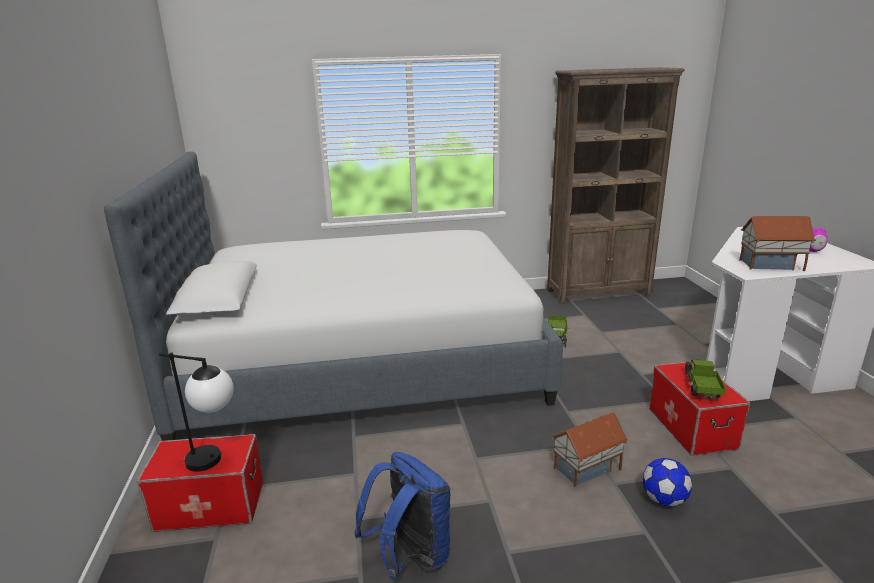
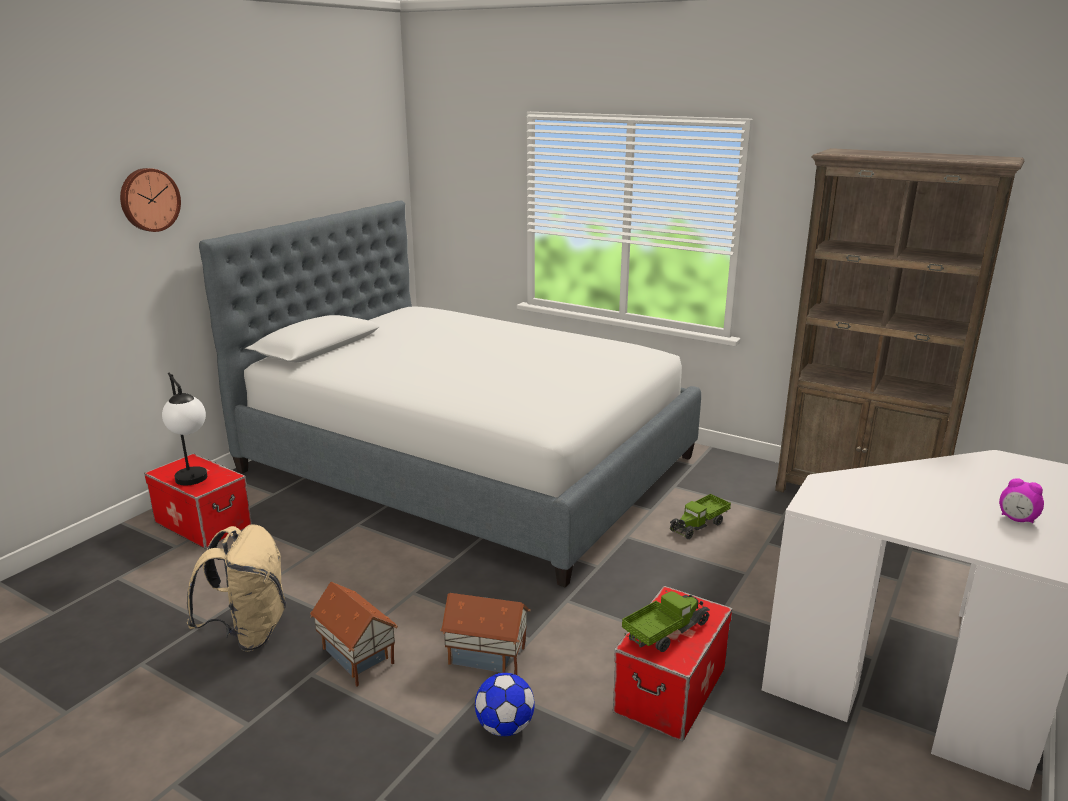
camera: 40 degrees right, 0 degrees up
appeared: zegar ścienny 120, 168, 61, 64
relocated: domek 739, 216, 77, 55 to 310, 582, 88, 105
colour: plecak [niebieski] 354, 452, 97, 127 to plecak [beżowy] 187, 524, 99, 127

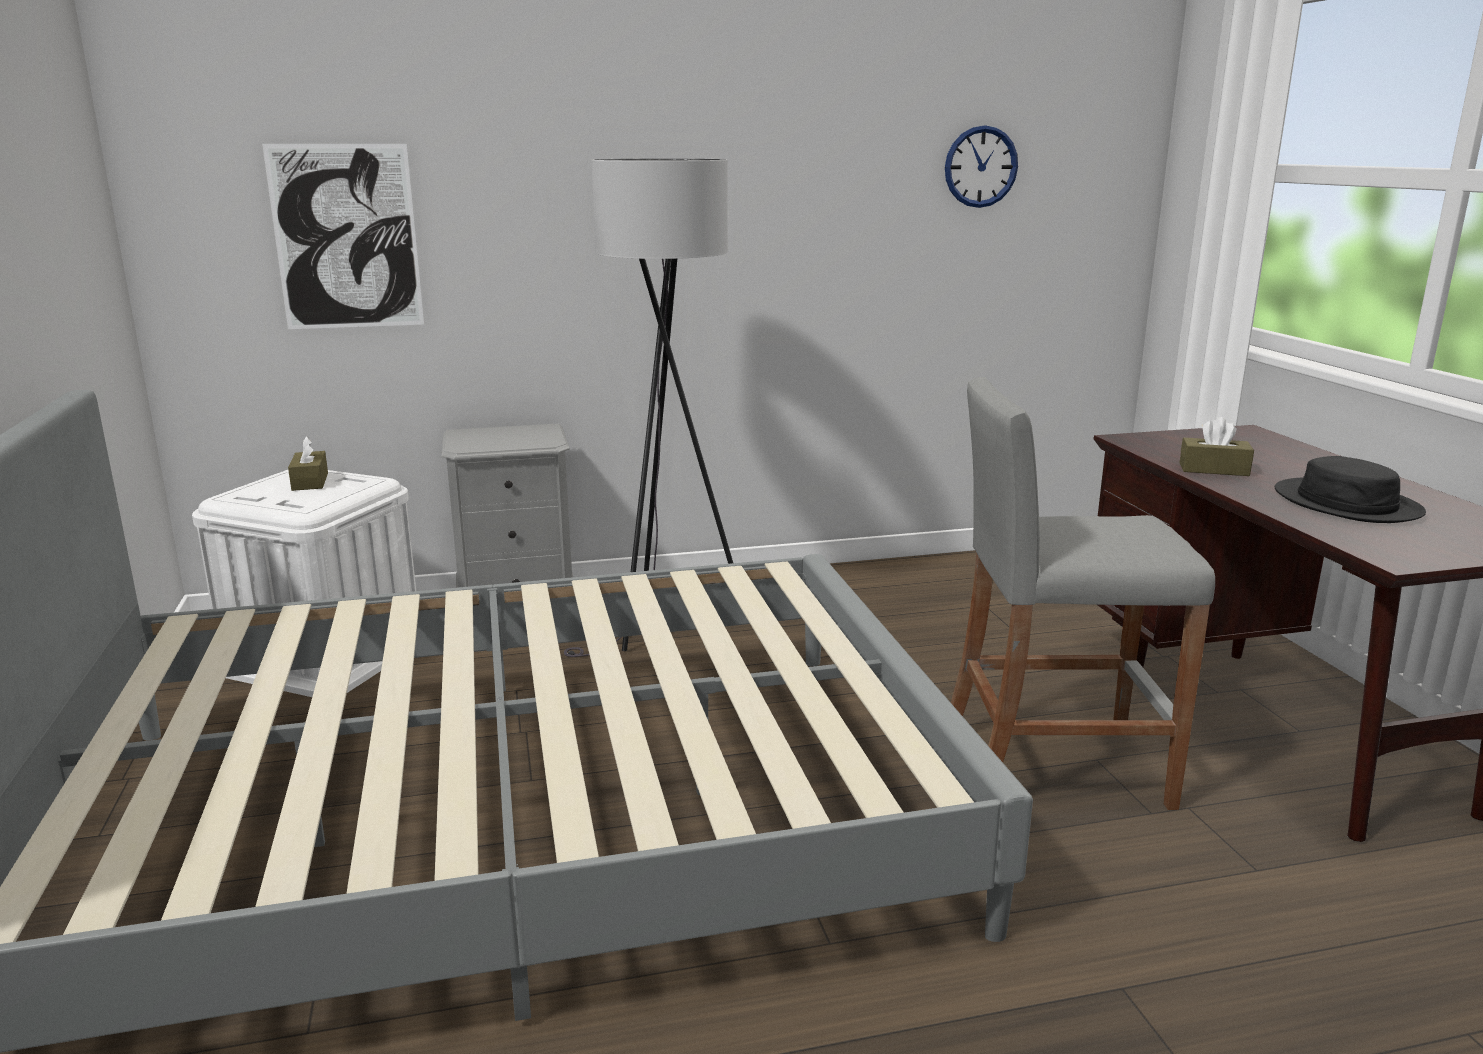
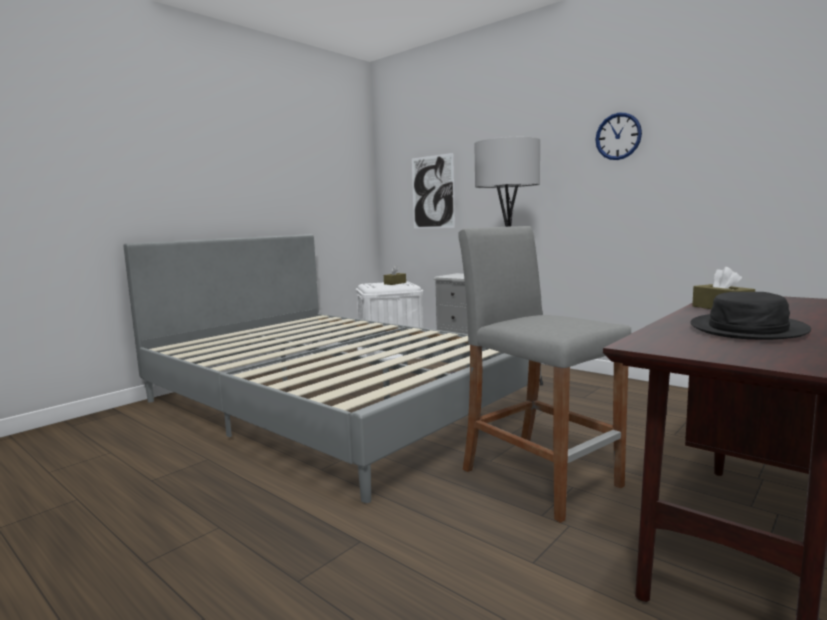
camera: 55 degrees right, 10 degrees down
relocated: zegar ścienny 945, 125, 73, 83 to 595, 113, 47, 47

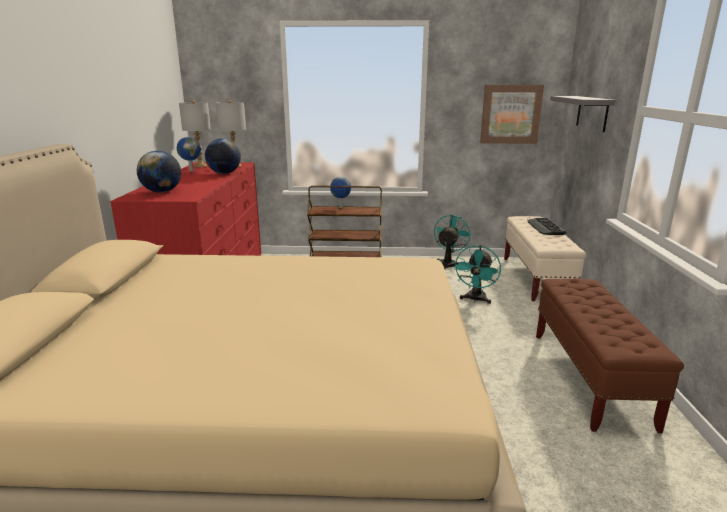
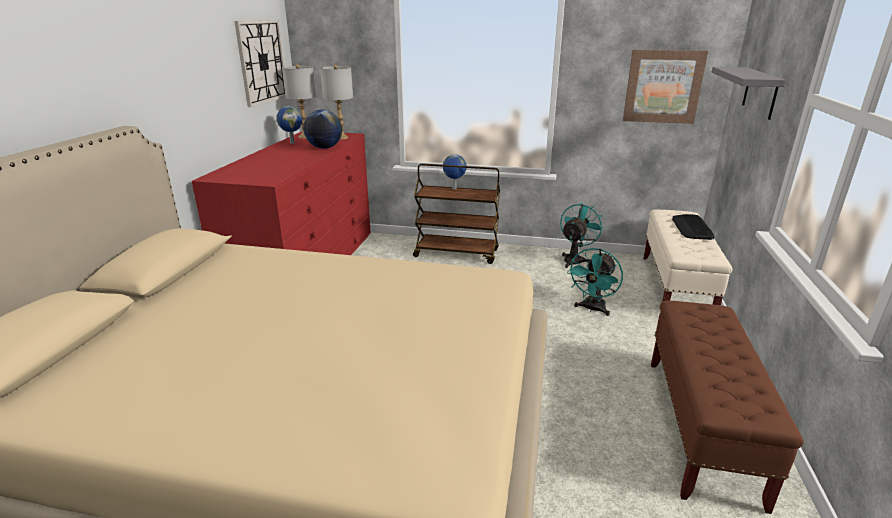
camera: 10 degrees right, 5 degrees up
missing: globus 137, 151, 44, 42
appeared: zegar ścienny 234, 20, 51, 87

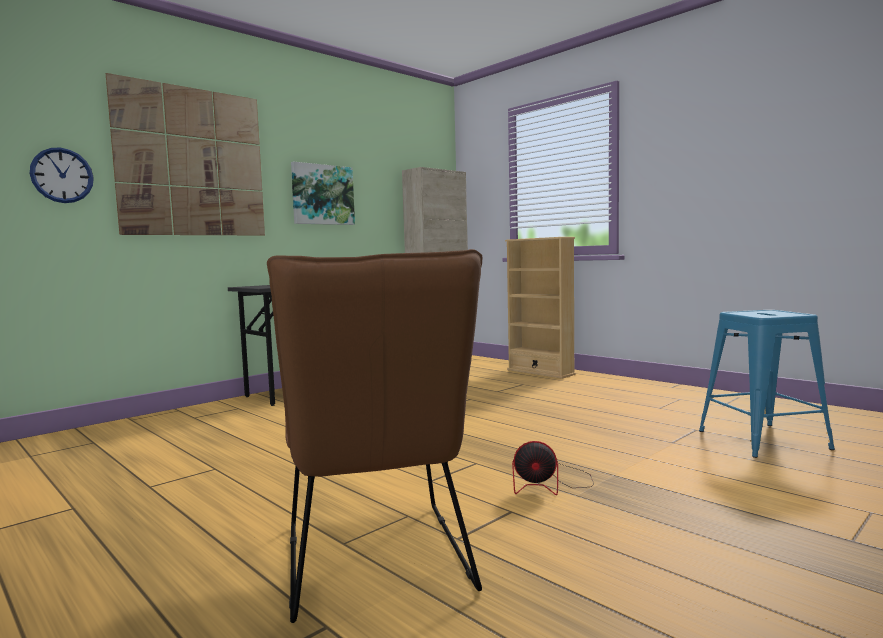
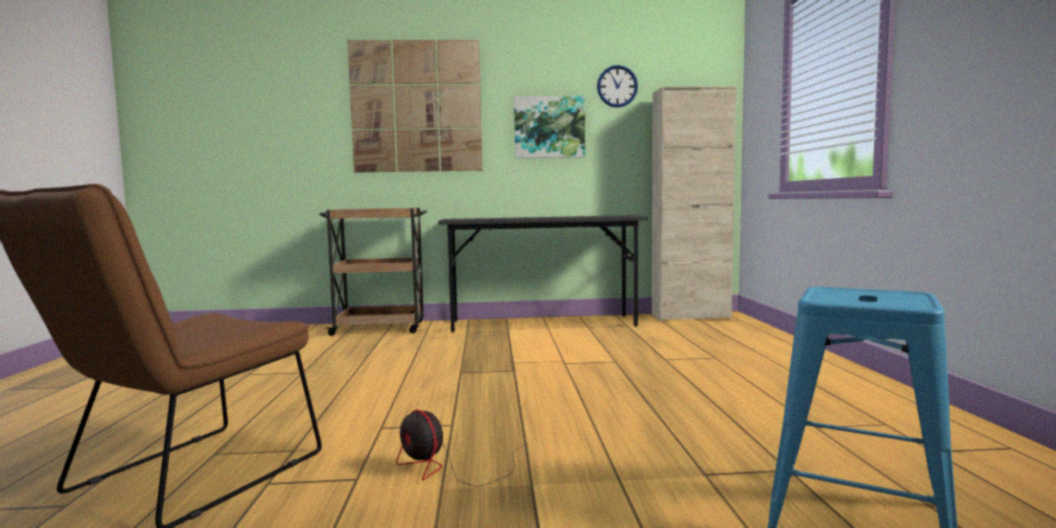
camera: 40 degrees right, 0 degrees up
missing: regał [beżowy] 505, 237, 71, 142
appeared: wózek [brązowy] 319, 208, 109, 128
relocated: zegar ścienny 30, 147, 64, 56 to 597, 65, 41, 43

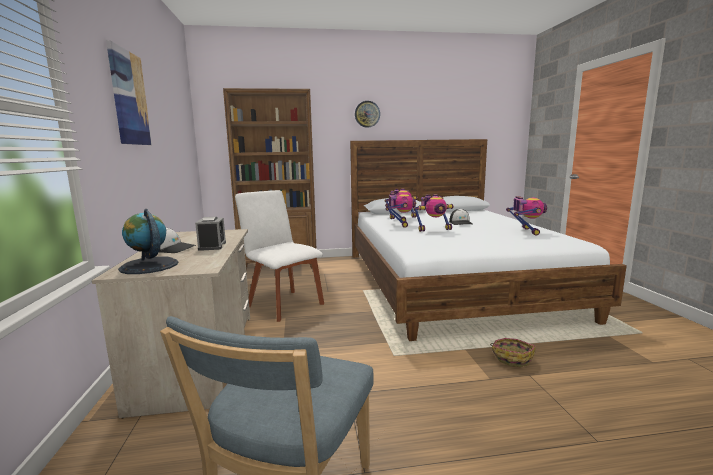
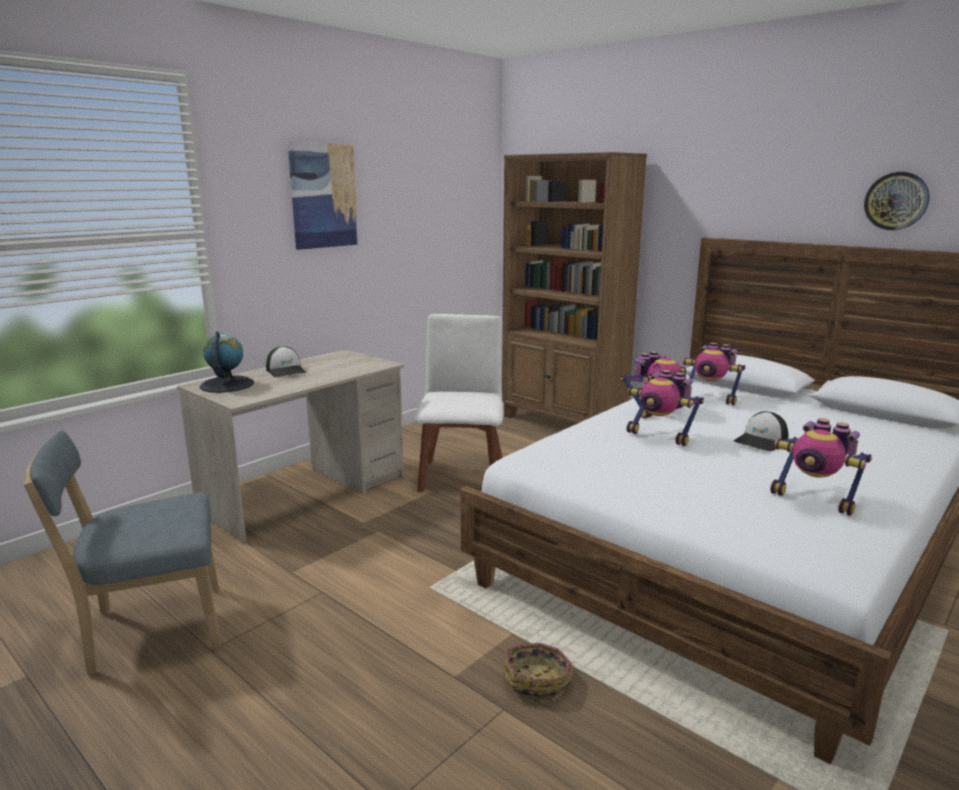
camera: 50 degrees right, 5 degrees up
missing: budzik 195, 217, 31, 34
relocated: zegar ścienny 355, 101, 25, 27 to 864, 172, 66, 58
spun: robot zabawkowy 506, 196, 41, 40 = 770, 418, 102, 98 75 degrees clockwise

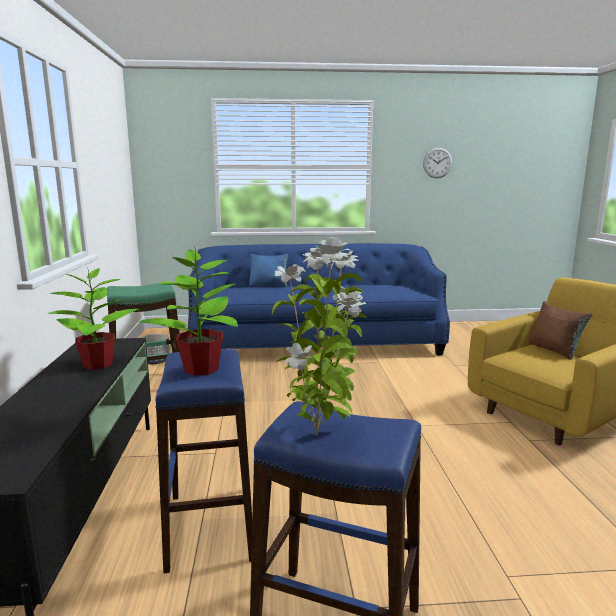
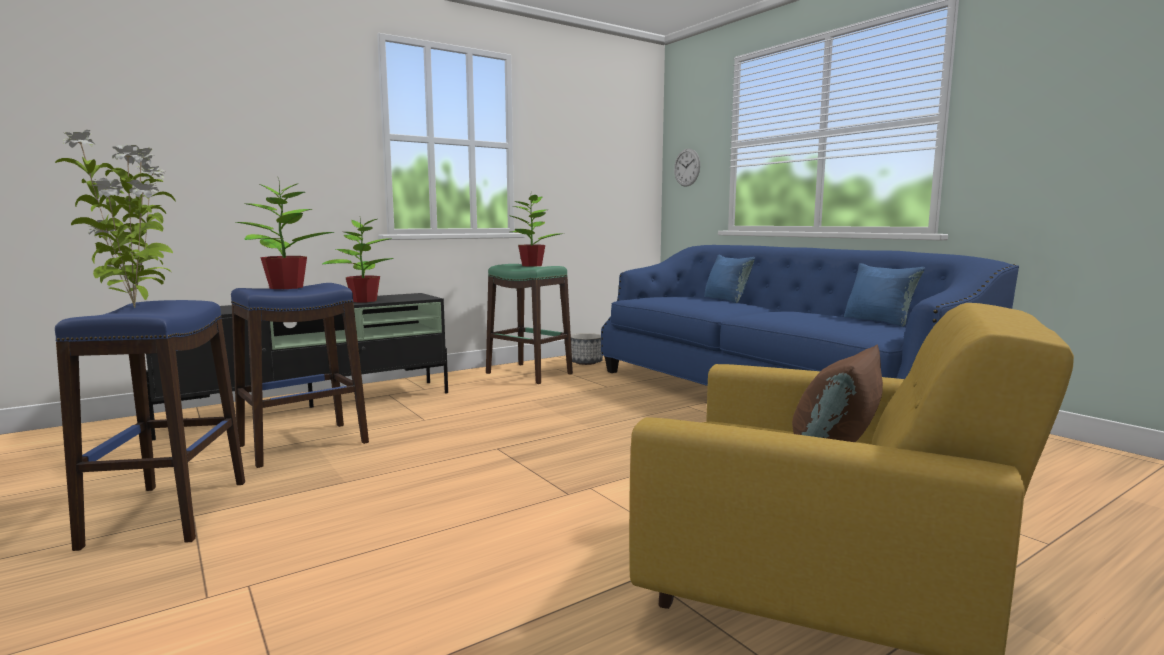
camera: 60 degrees right, 5 degrees down
appeared: roślina doniczkowa 511, 195, 52, 72; poduszka [niebieski] 844, 263, 81, 64
relocated: zegar ścienny 423, 147, 29, 31 to 674, 149, 26, 38

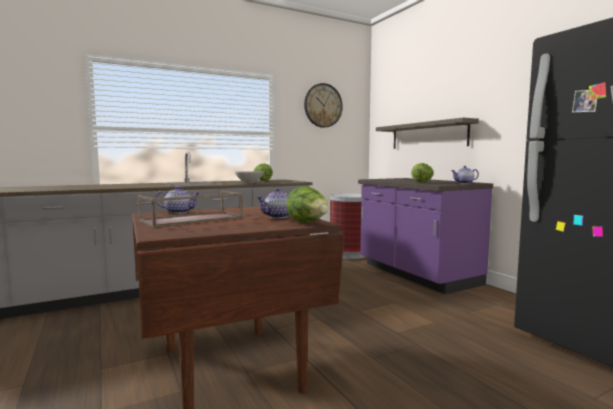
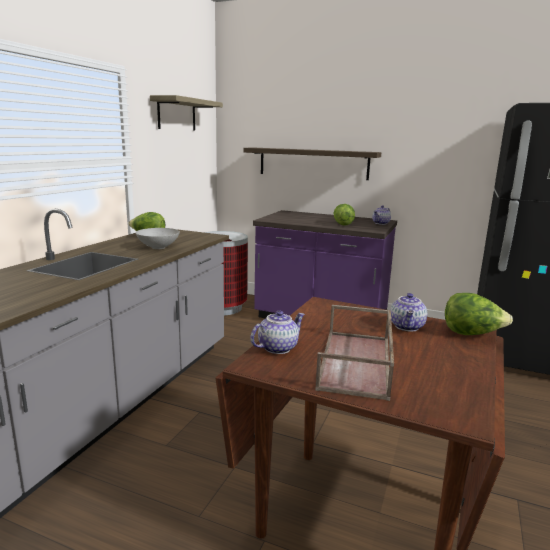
camera: 40 degrees left, 10 degrees up
exchanged: zegar ścienny 304, 83, 39, 45 to półka 150, 95, 73, 36

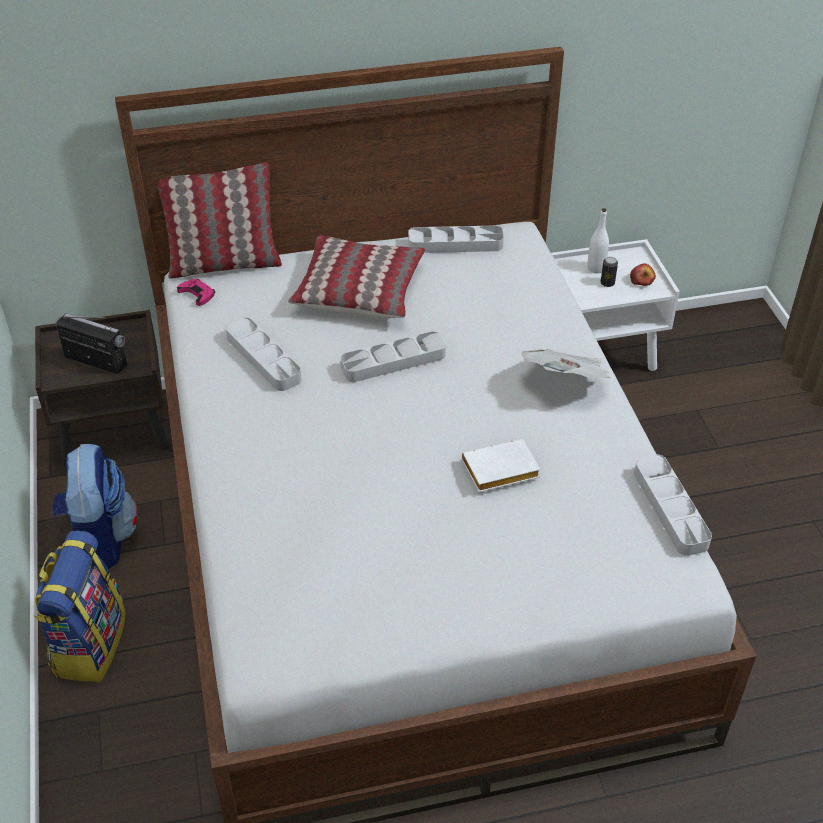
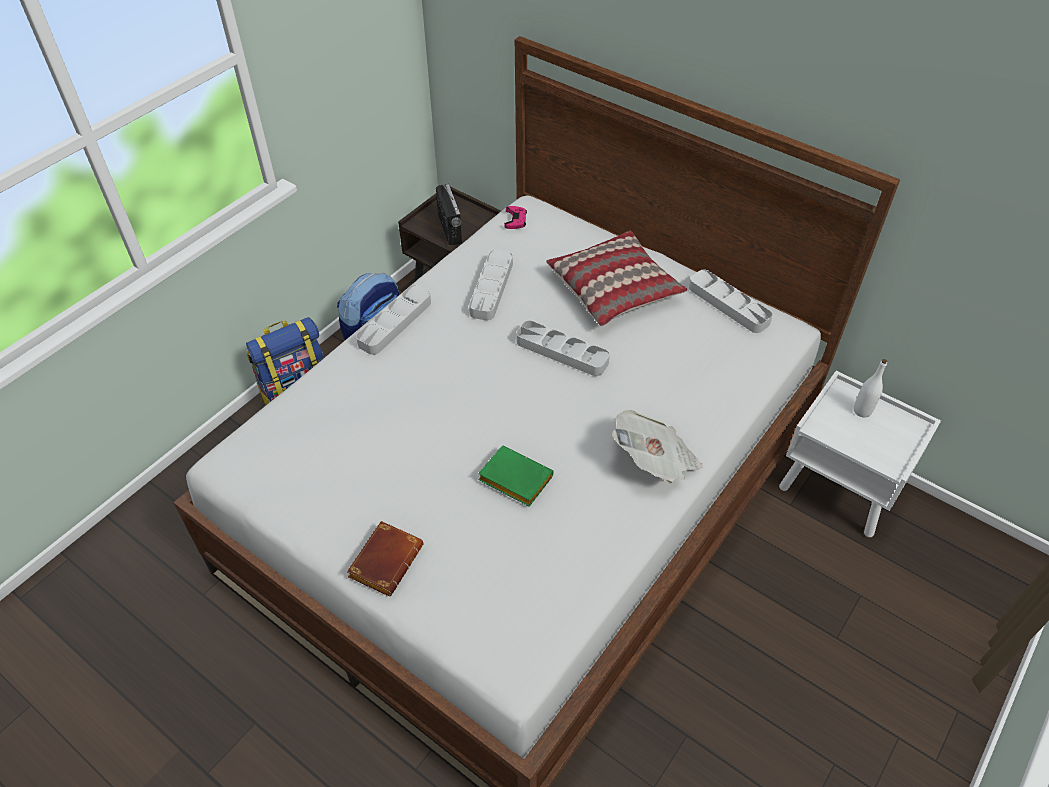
camera: 50 degrees right, 5 degrees up
missing: poduszka 158, 162, 124, 117; puszka 600, 257, 18, 30; jabłko 630, 263, 26, 23
appeared: książka [brązowy] 347, 521, 77, 75
relocated: taca [szary] 634, 455, 78, 101 to 356, 285, 75, 70
colour: książka [biały] 462, 439, 79, 53 to książka [zielony] 478, 445, 76, 62

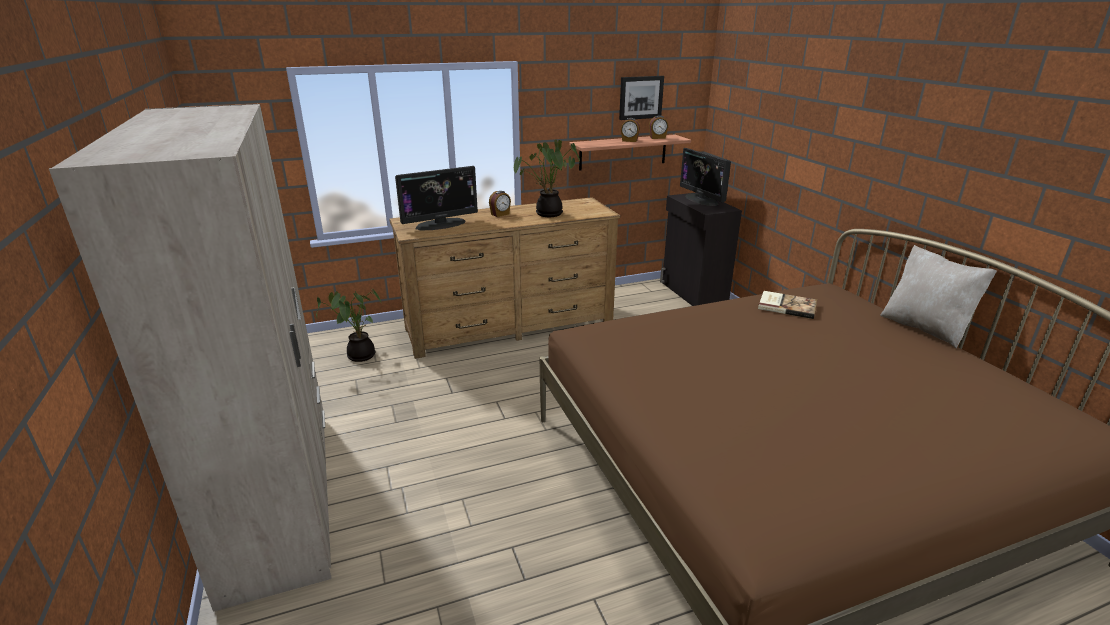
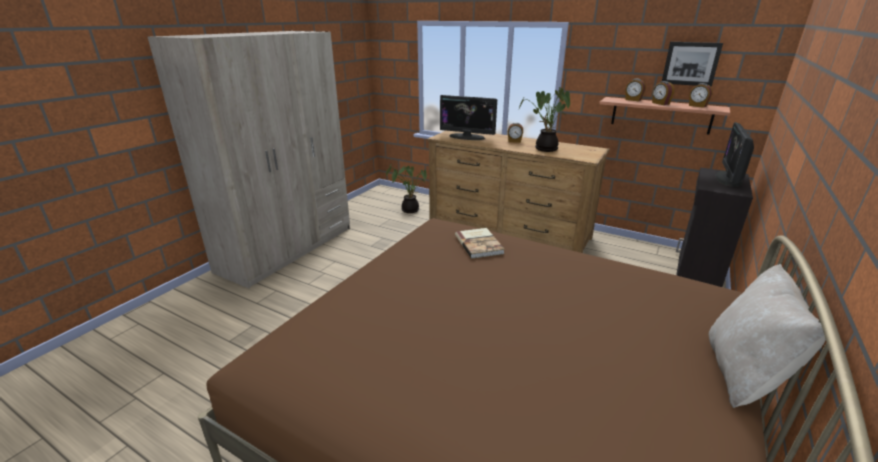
camera: 50 degrees right, 0 degrees up
appeared: budzik 625, 78, 21, 23
relocated: książka 758, 291, 59, 28 to 455, 228, 50, 31

